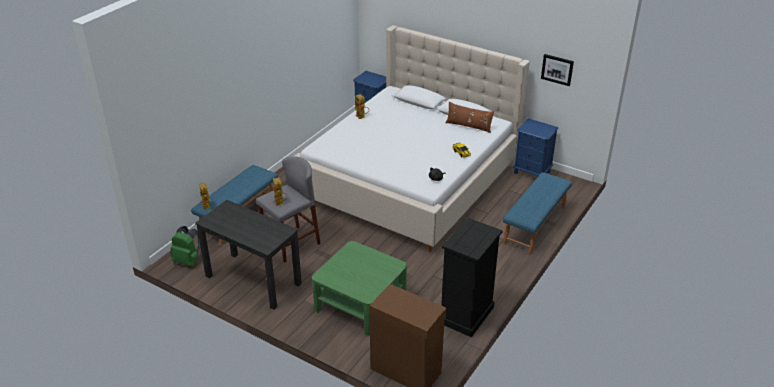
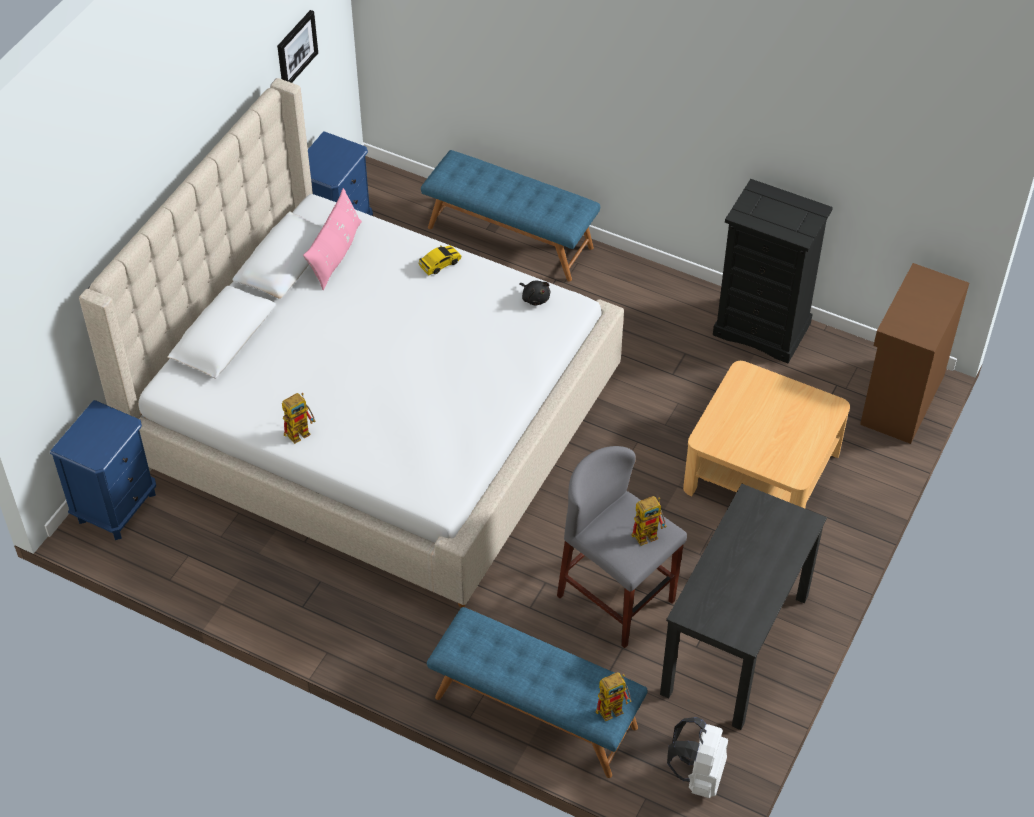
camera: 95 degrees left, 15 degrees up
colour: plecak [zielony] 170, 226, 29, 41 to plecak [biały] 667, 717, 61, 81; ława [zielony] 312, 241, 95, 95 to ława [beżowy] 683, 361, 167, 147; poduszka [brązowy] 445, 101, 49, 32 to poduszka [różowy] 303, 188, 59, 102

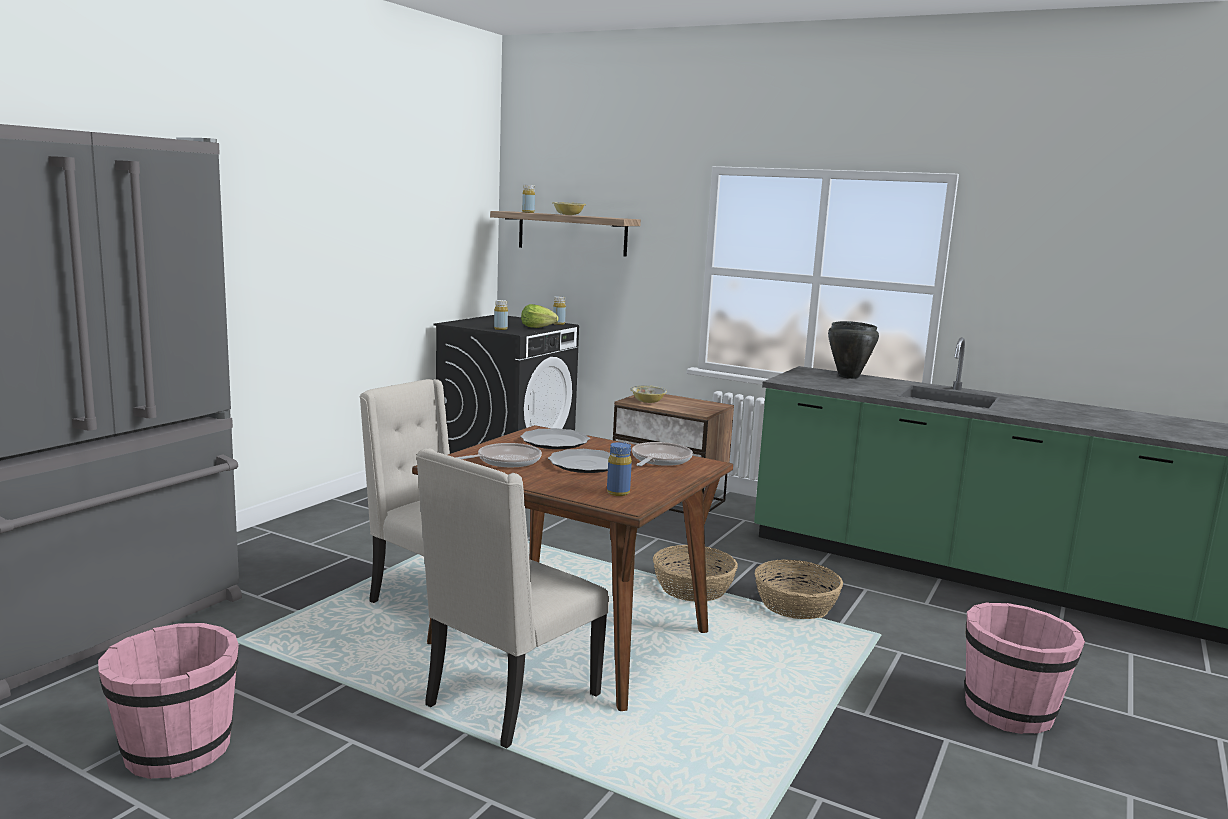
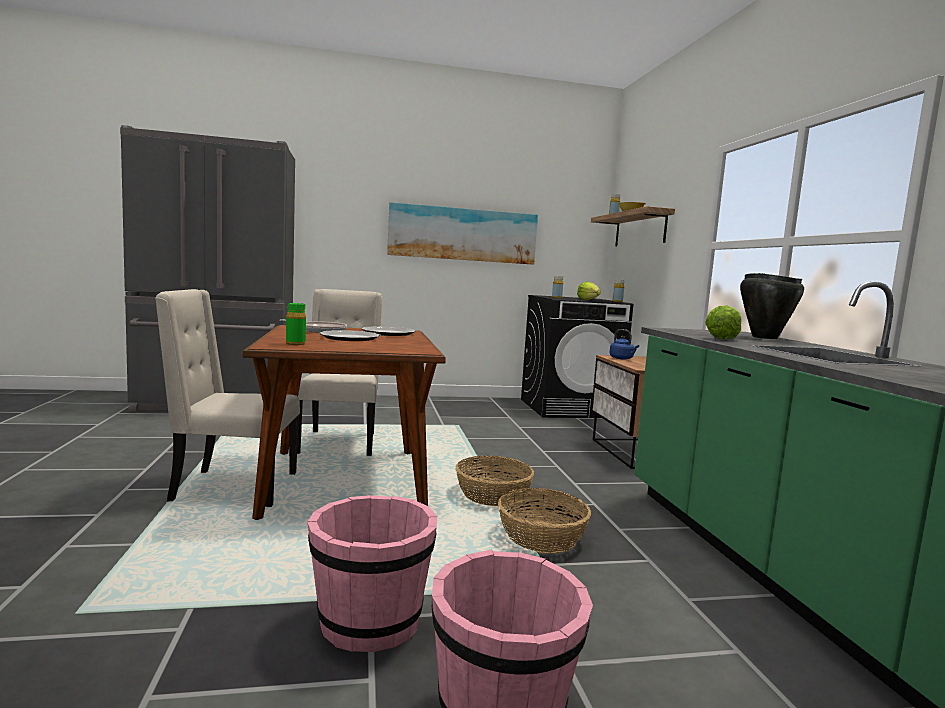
camera: 50 degrees right, 5 degrees down
missing: patelnia 632, 442, 61, 24
appeared: obraz 387, 202, 151, 63; sałata 705, 305, 37, 34
relocated: wiadro [różowy] 98, 623, 141, 156 to 307, 495, 130, 157
exchanged: miska 631, 385, 36, 18 to czajnik [niebieski] 610, 329, 29, 30
colour: butelka [niebieski] 607, 442, 25, 54 to butelka [zielony] 286, 303, 20, 42

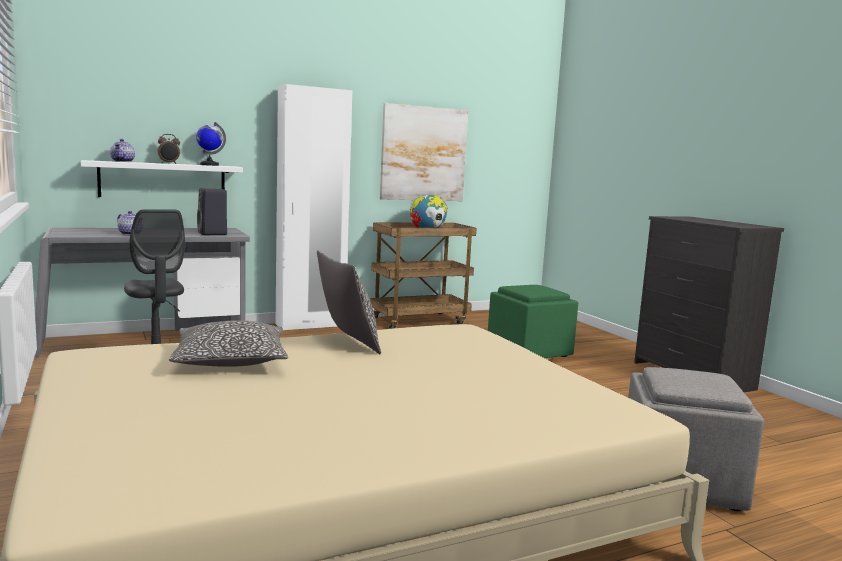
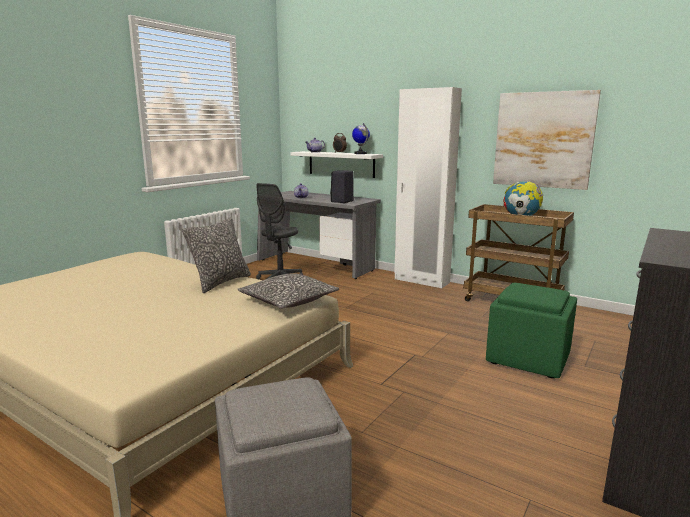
camera: 60 degrees right, 5 degrees up
relocated: poduszka 169, 320, 119, 47 to 238, 273, 101, 36

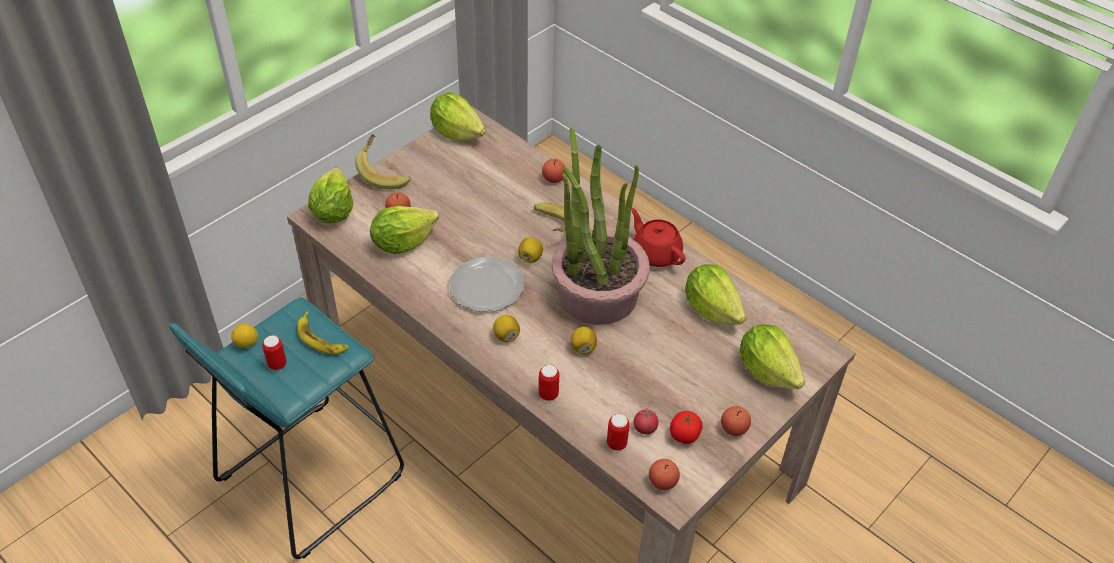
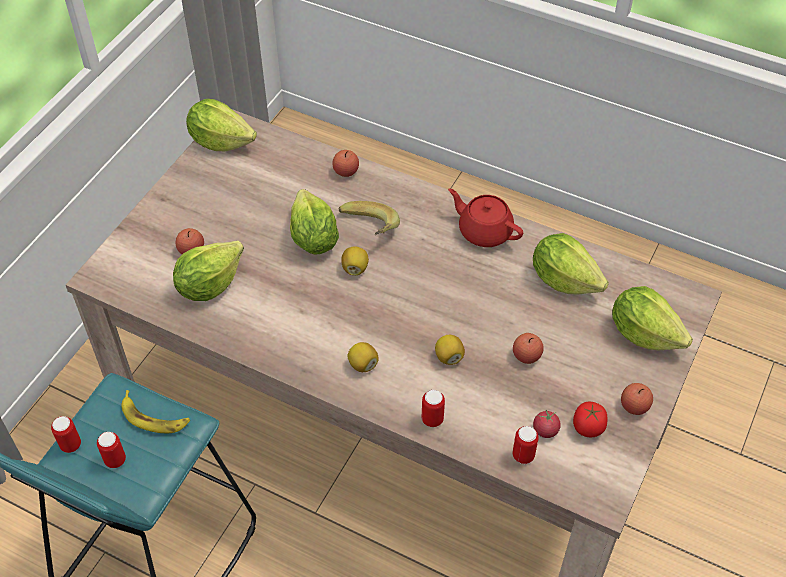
camera: 15 degrees left, 5 degrees up
missing: banan 355, 134, 56, 55; talerz 449, 256, 75, 56; roślina doniczkowa 552, 128, 98, 197
relocated: sałata 308, 168, 46, 55 to 290, 189, 49, 65; jabłko 649, 459, 31, 31 to 513, 333, 31, 31
exchanged: cytryna 231, 324, 27, 23 to puszka 51, 416, 30, 37

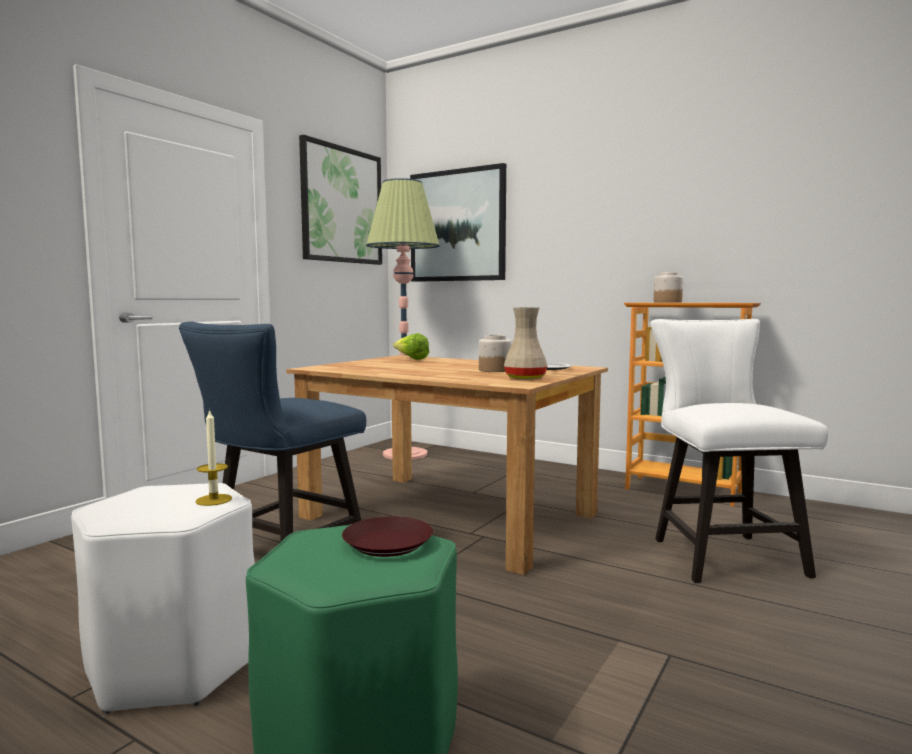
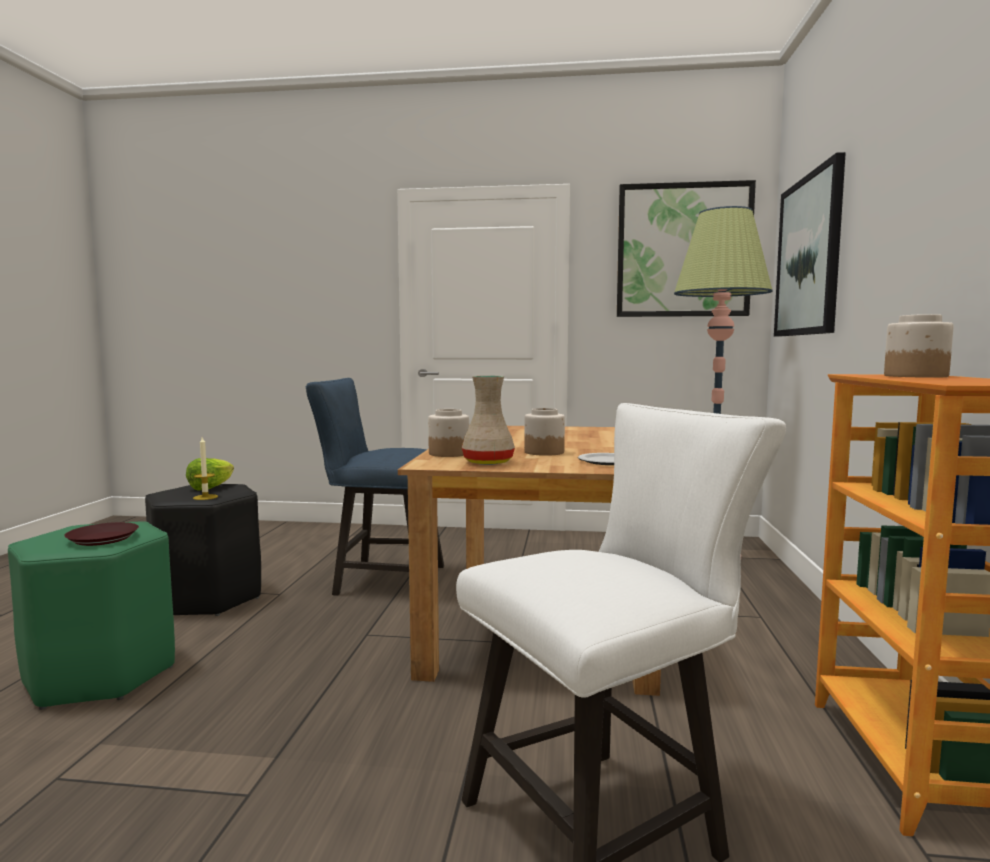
camera: 65 degrees right, 0 degrees up
appeared: słoik 428, 409, 41, 48
relocated: sałata 393, 333, 36, 27 to 186, 458, 48, 33
colour: stołek [biały] 71, 483, 184, 231 to stołek [czarny] 145, 484, 116, 132

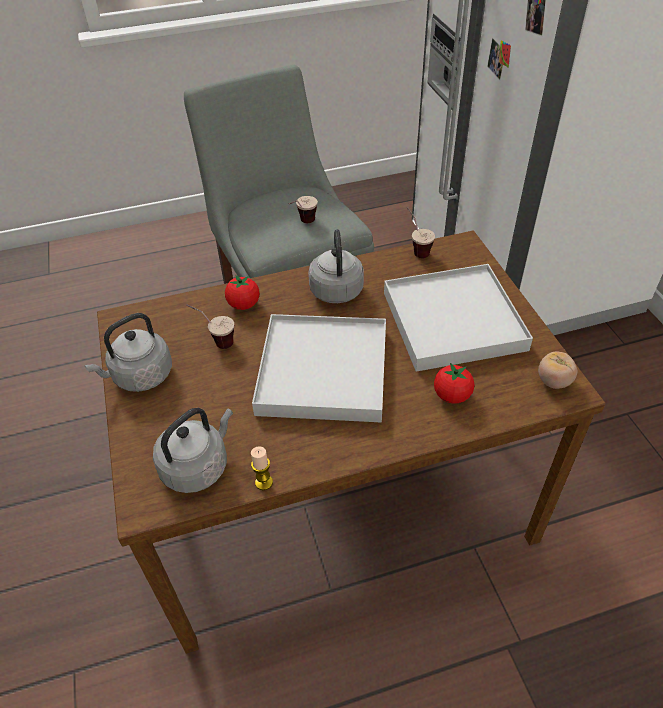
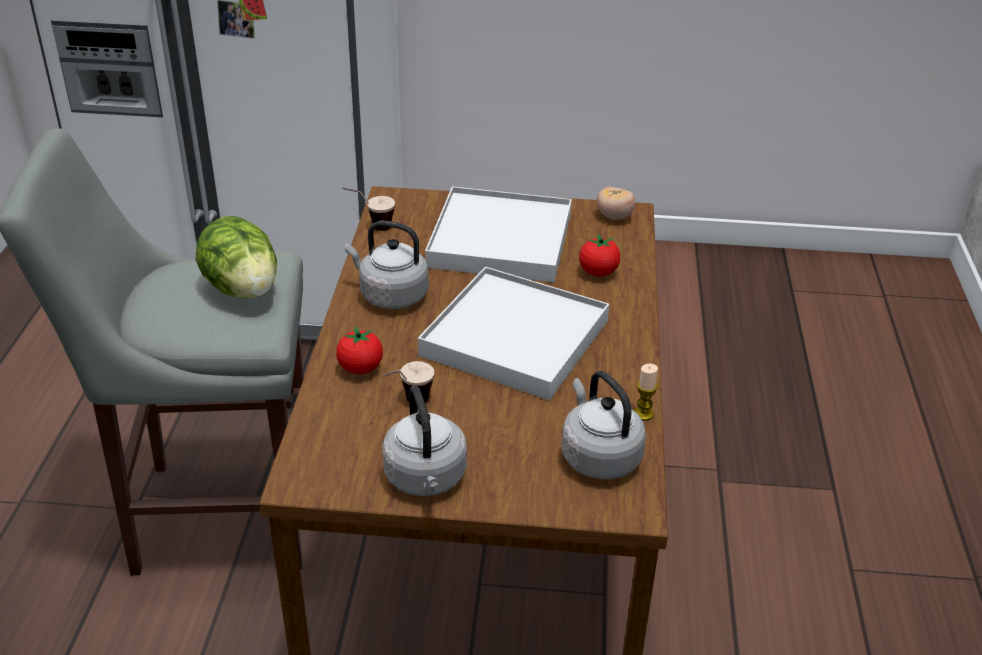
camera: 70 degrees left, 10 degrees down
exchanged: filiżanka 289, 196, 29, 27 to sałata 196, 216, 81, 83

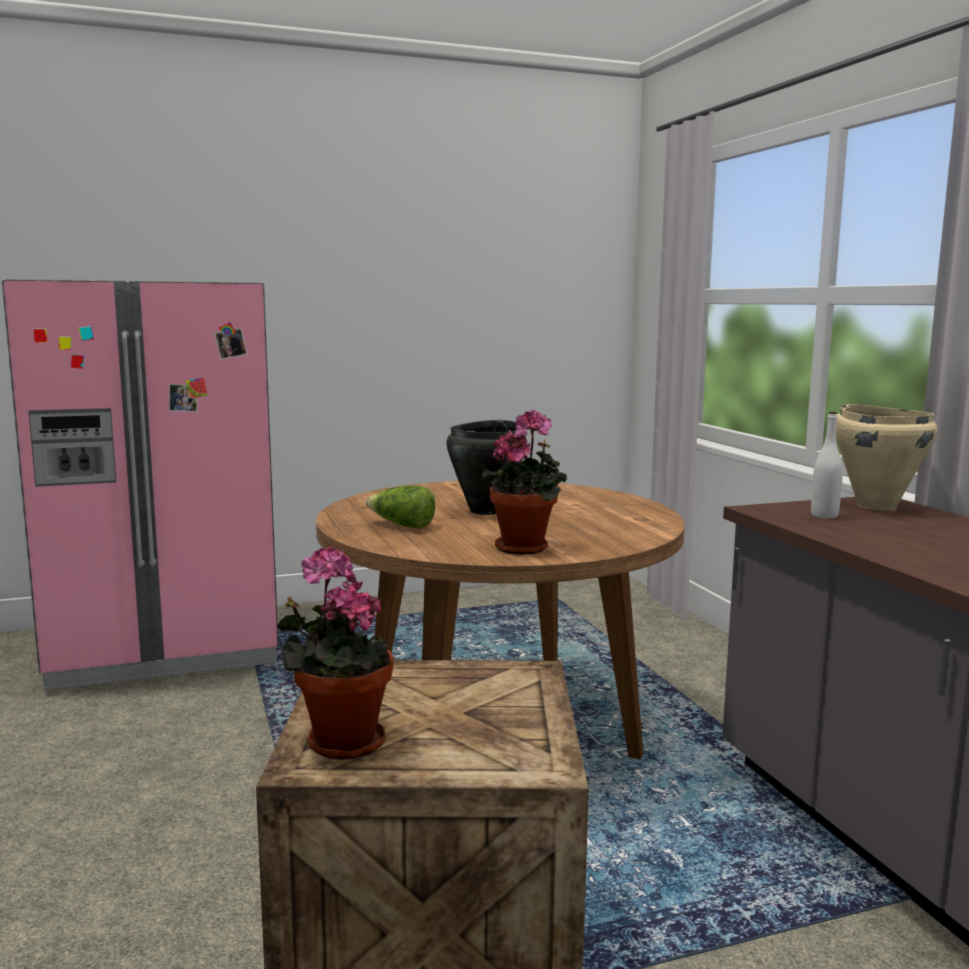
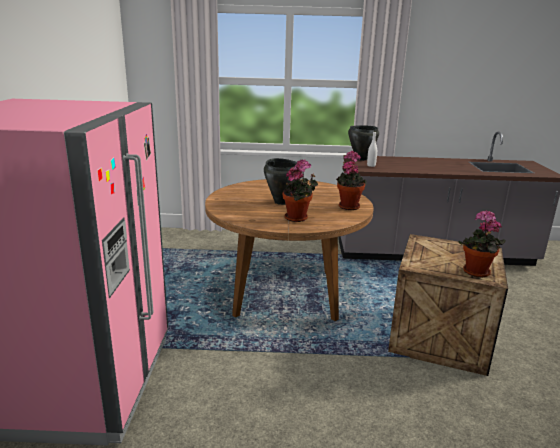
camera: 70 degrees left, 10 degrees up
exchanged: sałata 366, 486, 69, 43 to roślina doniczkowa 283, 159, 35, 63
colour: garnek [beżowy] 836, 404, 101, 106 to garnek [czarny] 348, 126, 31, 35

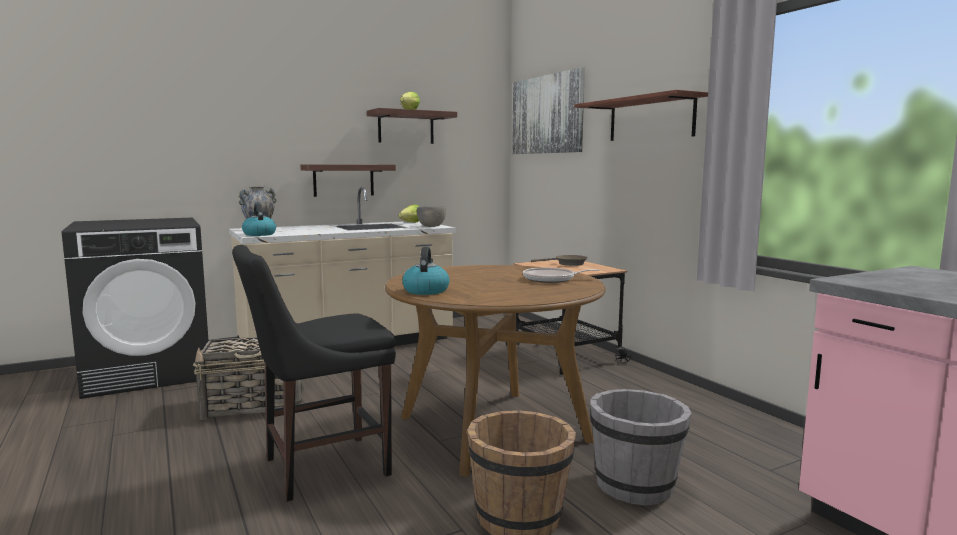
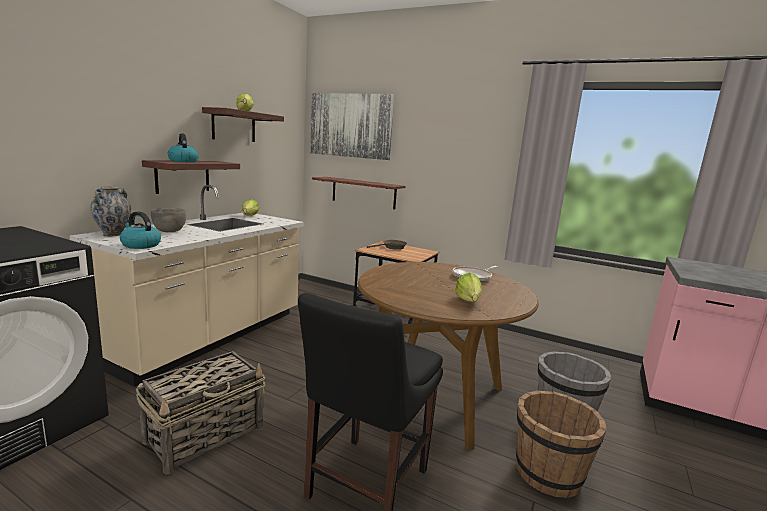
camera: 35 degrees left, 5 degrees up
appeared: sałata 455, 273, 27, 29
relocated: czajnik 402, 246, 48, 49 to 168, 133, 31, 29; miska [szary] 417, 206, 29, 21 to 151, 208, 35, 24; półka 574, 90, 134, 51 to 312, 177, 94, 32

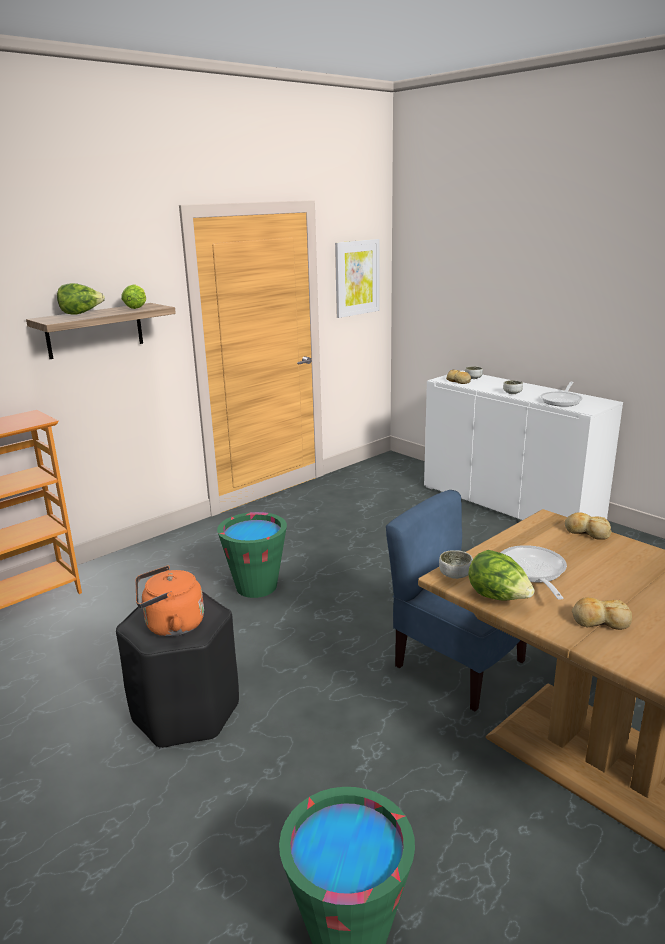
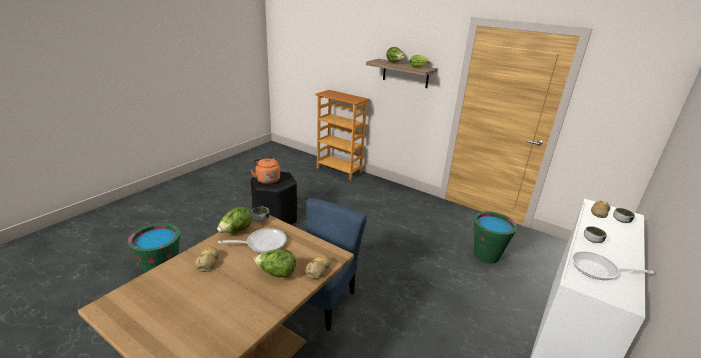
camera: 75 degrees right, 5 degrees up
missing: obraz 335, 239, 44, 79
appeared: sałata 254, 249, 42, 29
relocated: wiadro [zielony] 217, 512, 70, 86 to 474, 211, 43, 52

